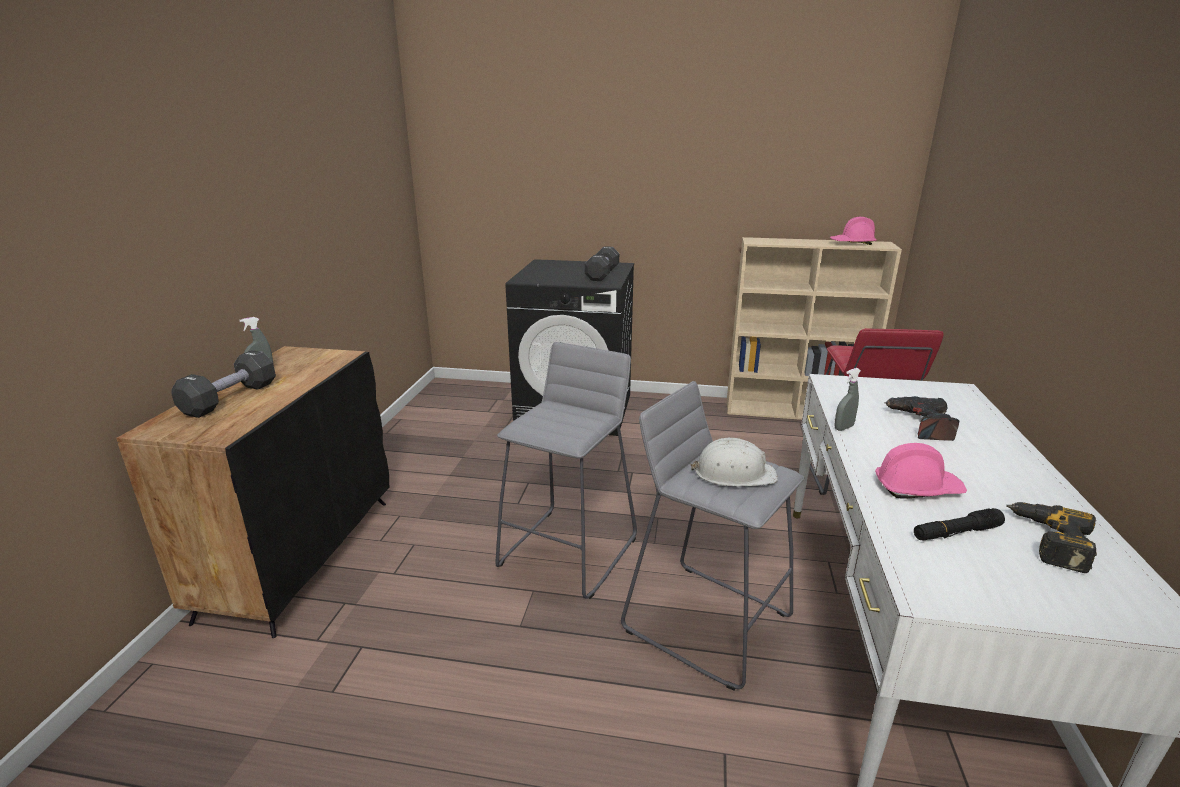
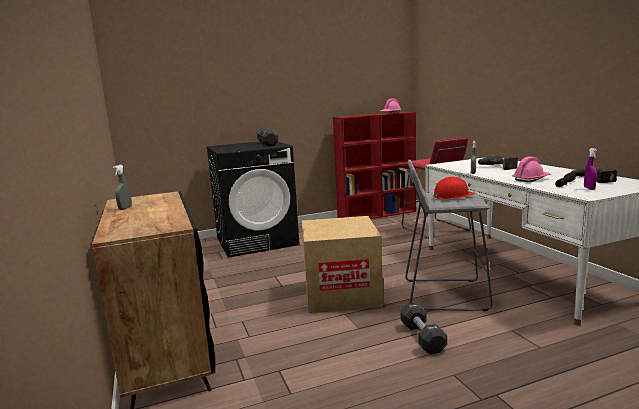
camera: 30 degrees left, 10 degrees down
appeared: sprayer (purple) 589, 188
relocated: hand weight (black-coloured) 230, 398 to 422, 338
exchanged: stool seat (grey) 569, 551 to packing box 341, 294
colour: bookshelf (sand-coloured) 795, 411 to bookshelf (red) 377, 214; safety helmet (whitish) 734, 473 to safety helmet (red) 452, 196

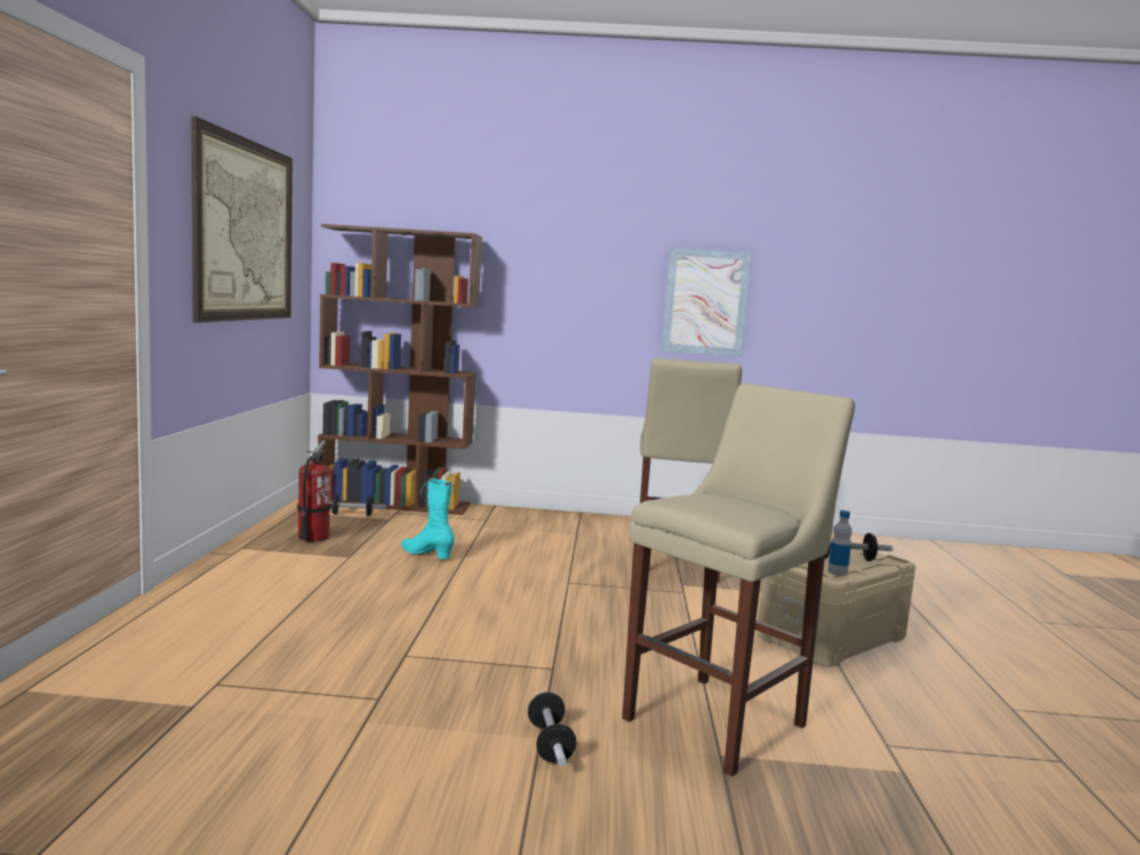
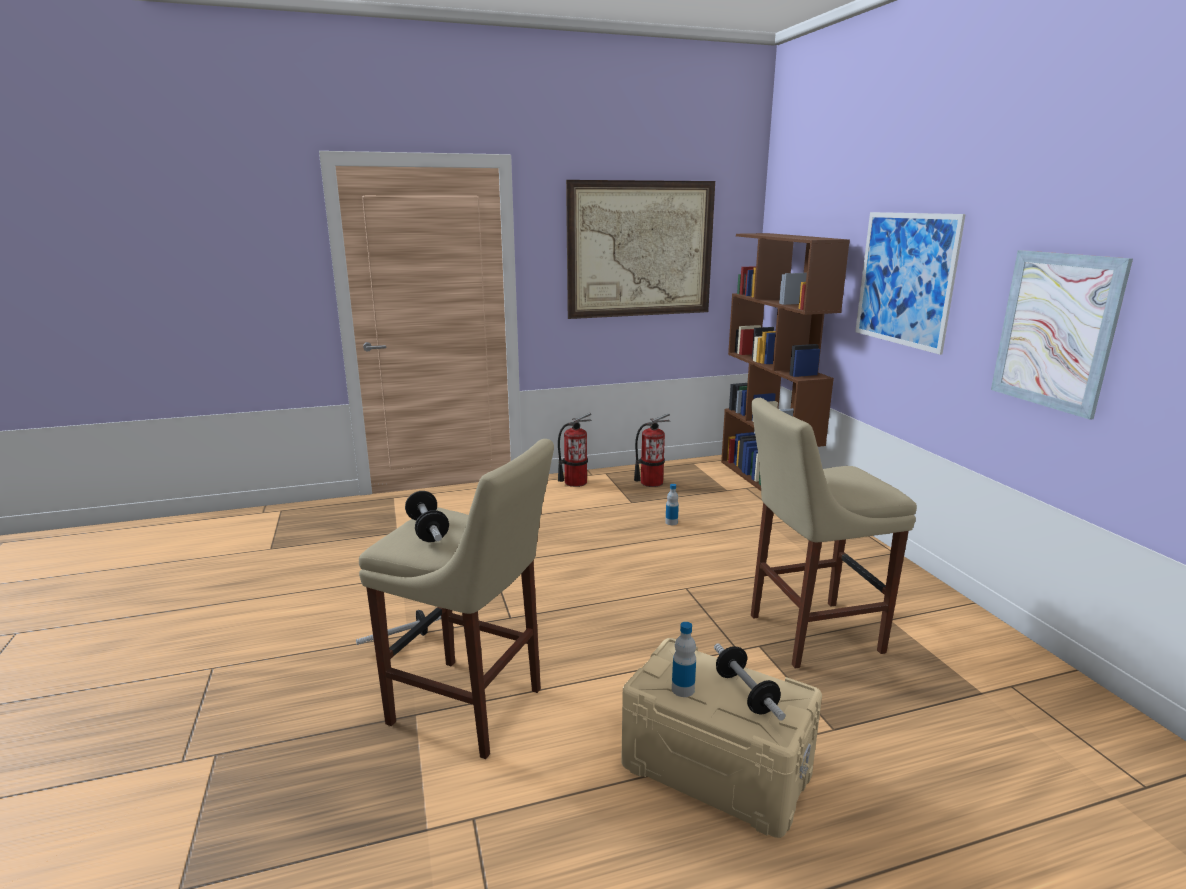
camera: 70 degrees right, 10 degrees up
appeared: extinguisher 575, 482; wall picture 905, 279
relocated: hand weight 352, 515 to 427, 530
exchanged: high-top boot (blue-green) 427, 554 to bottle 671, 522

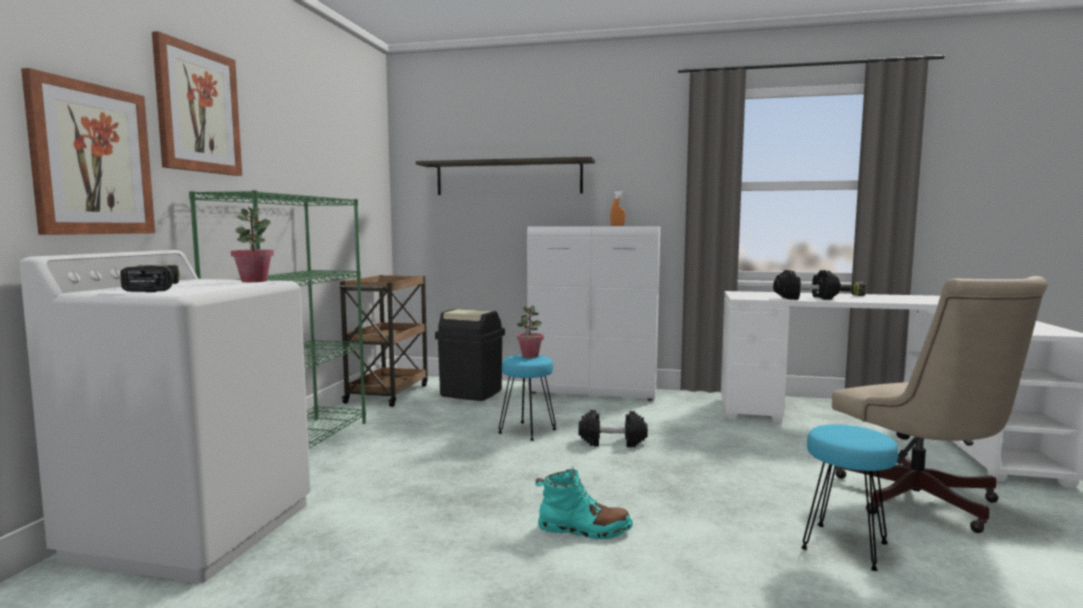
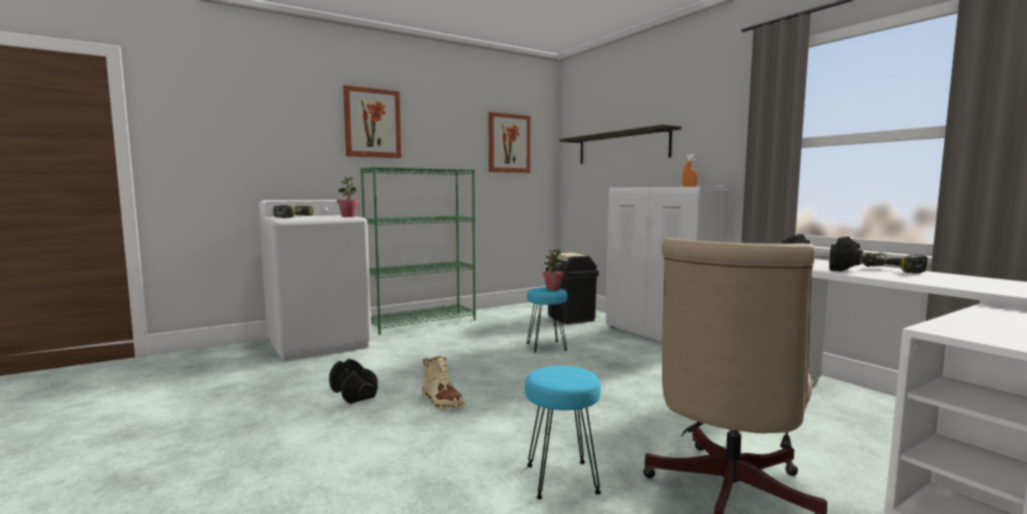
camera: 45 degrees right, 0 degrees up
missing: cart (brown-coloured) 388, 393
relocated: hand weight (black-coloured) 612, 441 to 354, 393; wall picture 92, 160 to 509, 143
colour: high-top boot (blue-green) 584, 529 to high-top boot (sand-coloured) 441, 401

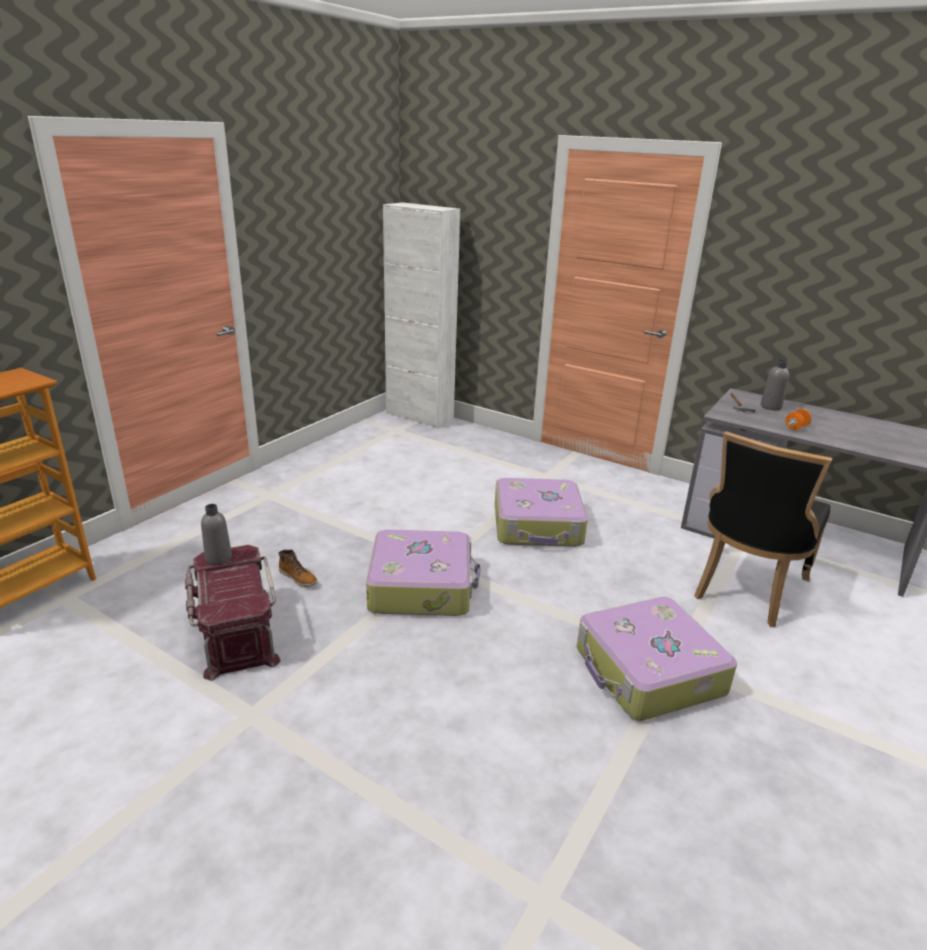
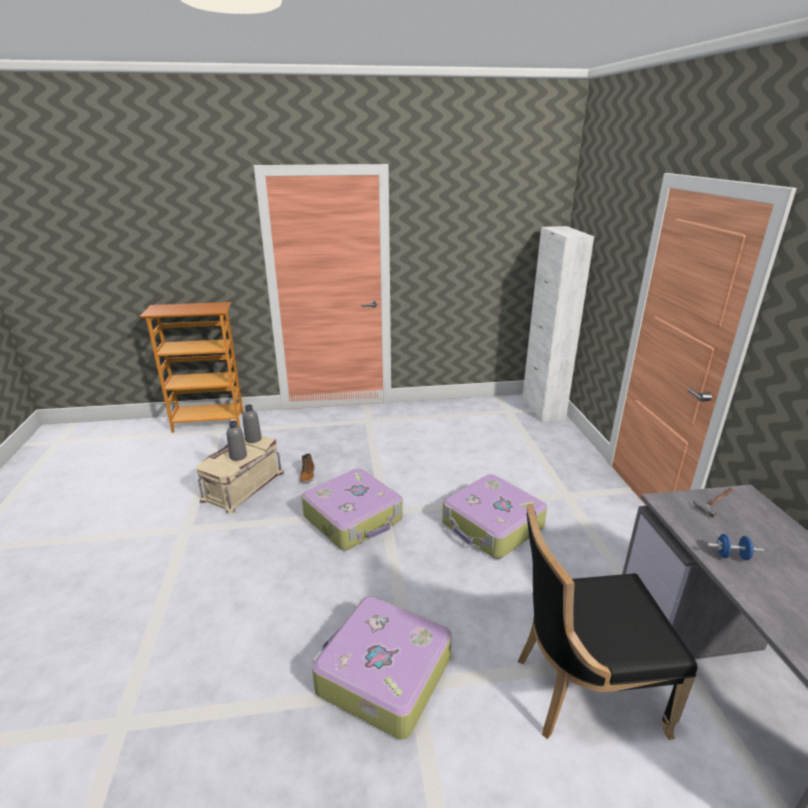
camera: 50 degrees right, 0 degrees up
relocated: bottle (grey) 770, 407 to 238, 456
colour: storage box (red) 235, 631 to storage box (sand-coloured) 242, 485; hand weight (orange) 796, 427 to hand weight (blue-coloured) 731, 556

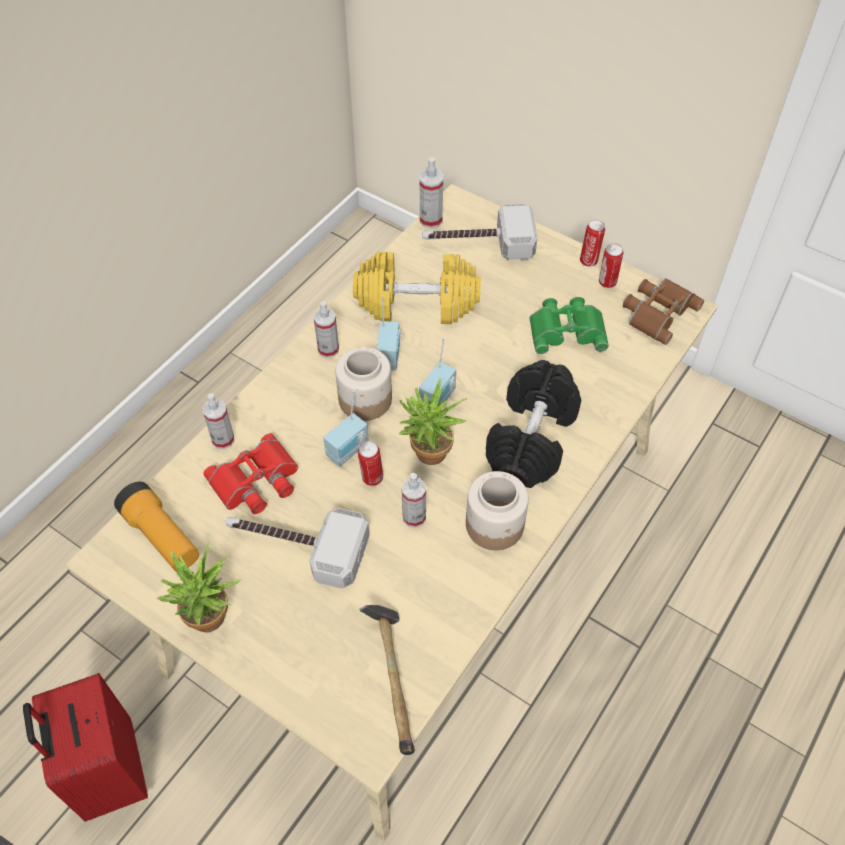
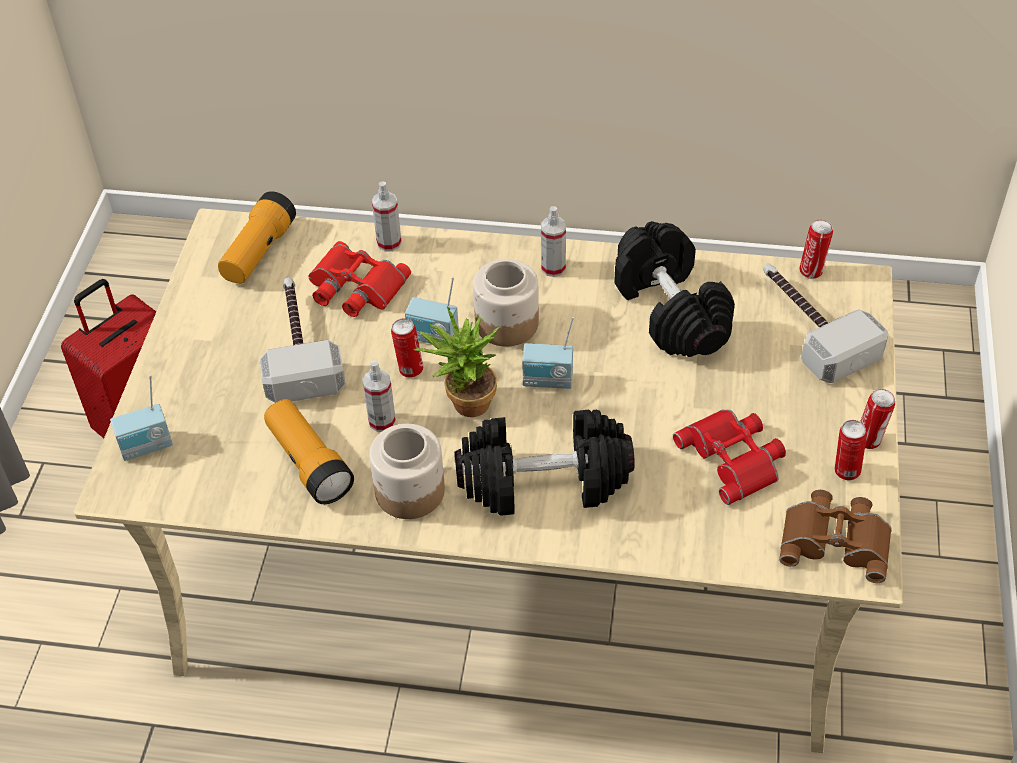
camera: 65 degrees right, 5 degrees down
missing: houseplant 212, 622; hand hammer 393, 679
appeared: torch 309, 463
relocated: radio 390, 356 to 147, 447
exchanged: sprayer 431, 220 to can 812, 271
colour: hand weight (yellowish) 416, 304 to hand weight (black-coloured) 670, 311; pair of binoculars (green) 567, 329 to pair of binoculars (red) 734, 458

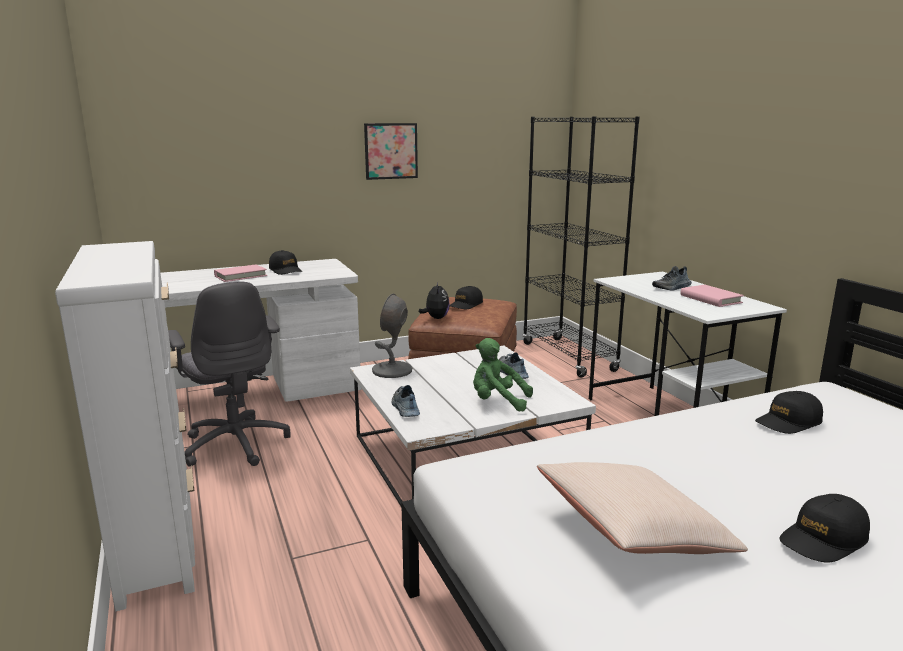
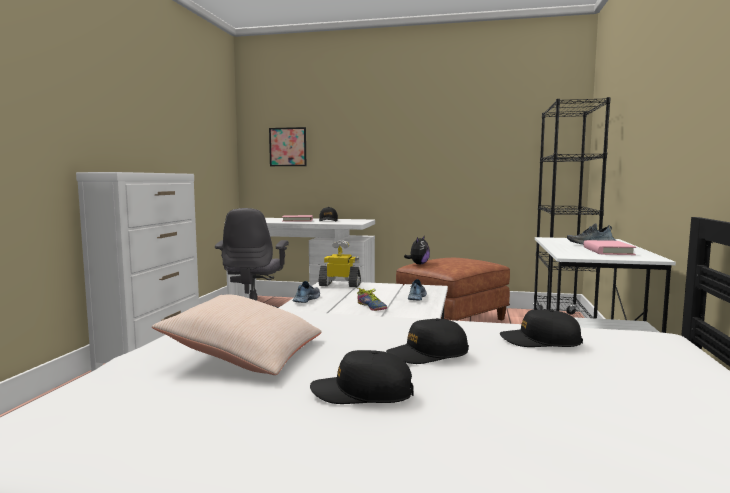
camera: 35 degrees right, 10 degrees down
relocated: wall picture 391, 151 to 288, 147; baseball cap (black-coloured) 466, 305 to 428, 354
exchanged: table lamp (grey) 392, 370 to toy robot 340, 285; cuddly toy (green) 497, 402 to shoe 370, 307

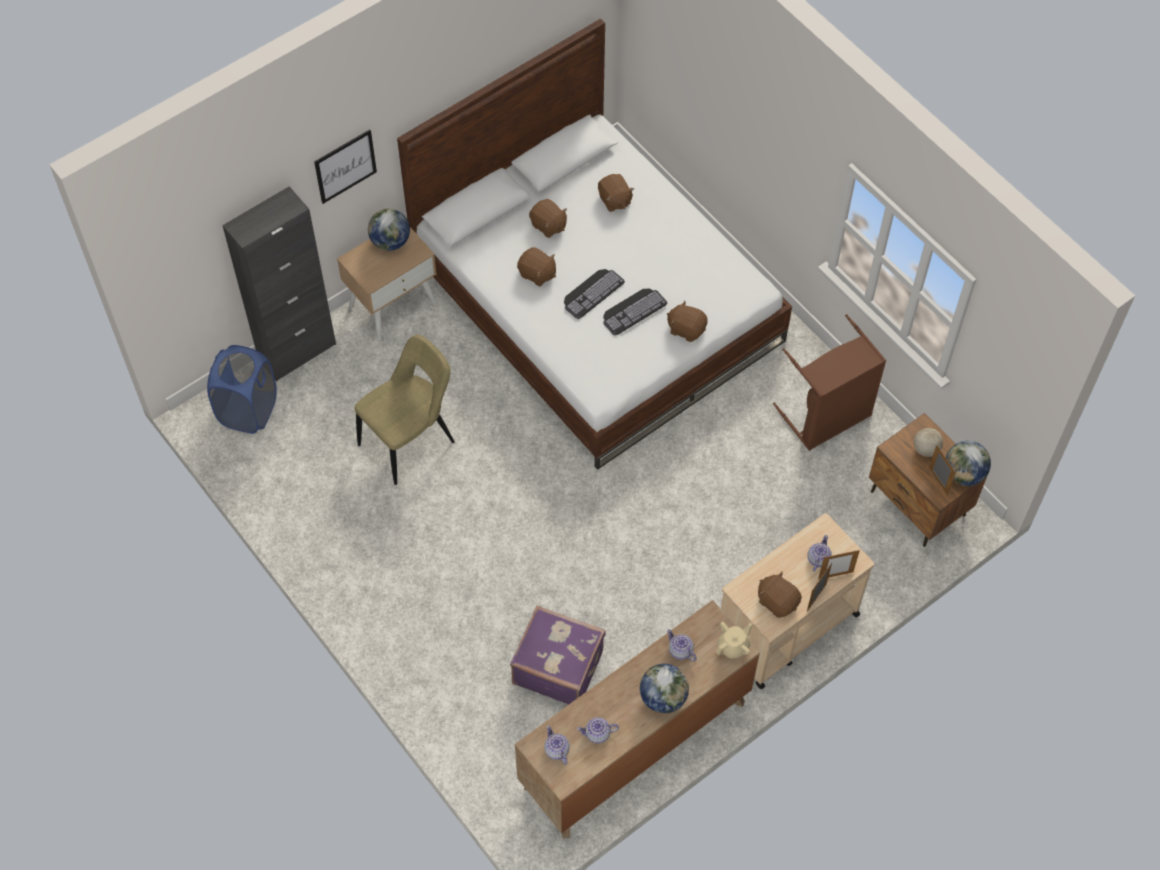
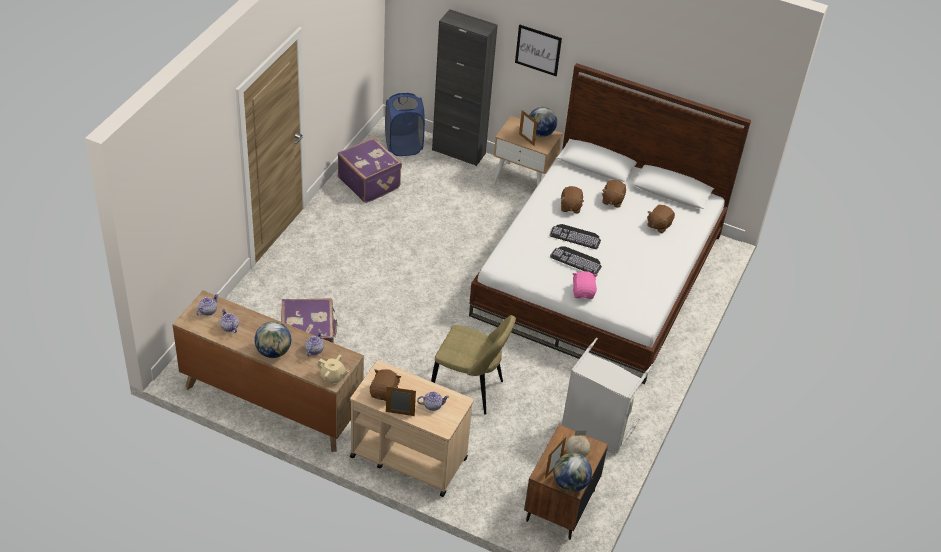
camera: 60 degrees right, 15 degrees down
appeared: piece of luggage (purple) 369, 183
relocated: chair (sand-coloured) 410, 441 to 470, 389; standing frame 835, 575 to 526, 140
colour: washing basket (brown-coloured) 827, 418 to washing basket (grey) 597, 428; cuddly toy (brown-coloured) 686, 329 to cuddly toy (pink-coloured) 583, 292

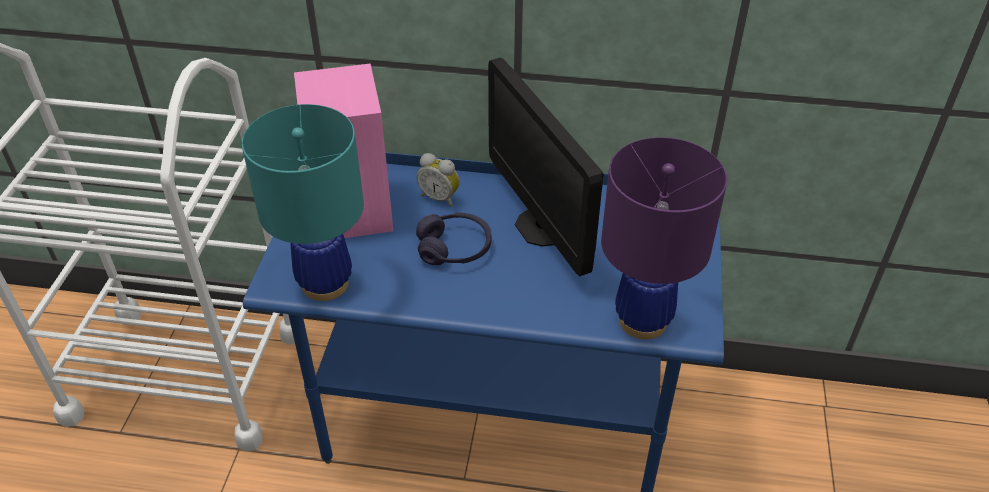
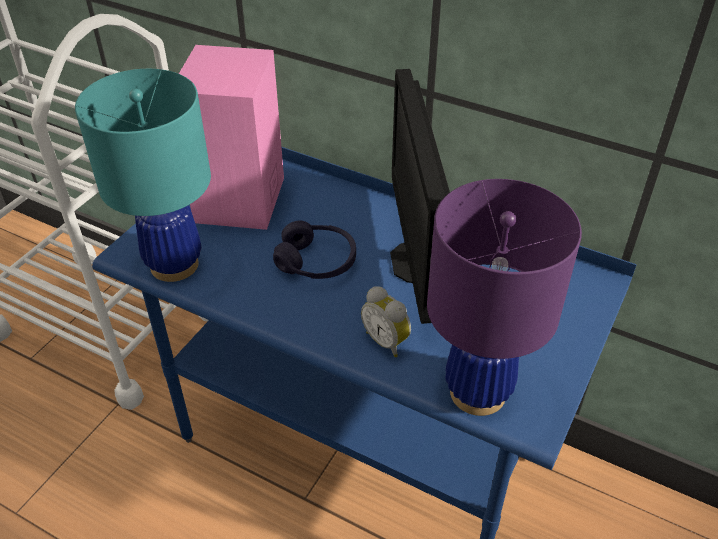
camera: 20 degrees right, 0 degrees up
relocated: table clock 440, 197 to 387, 340

